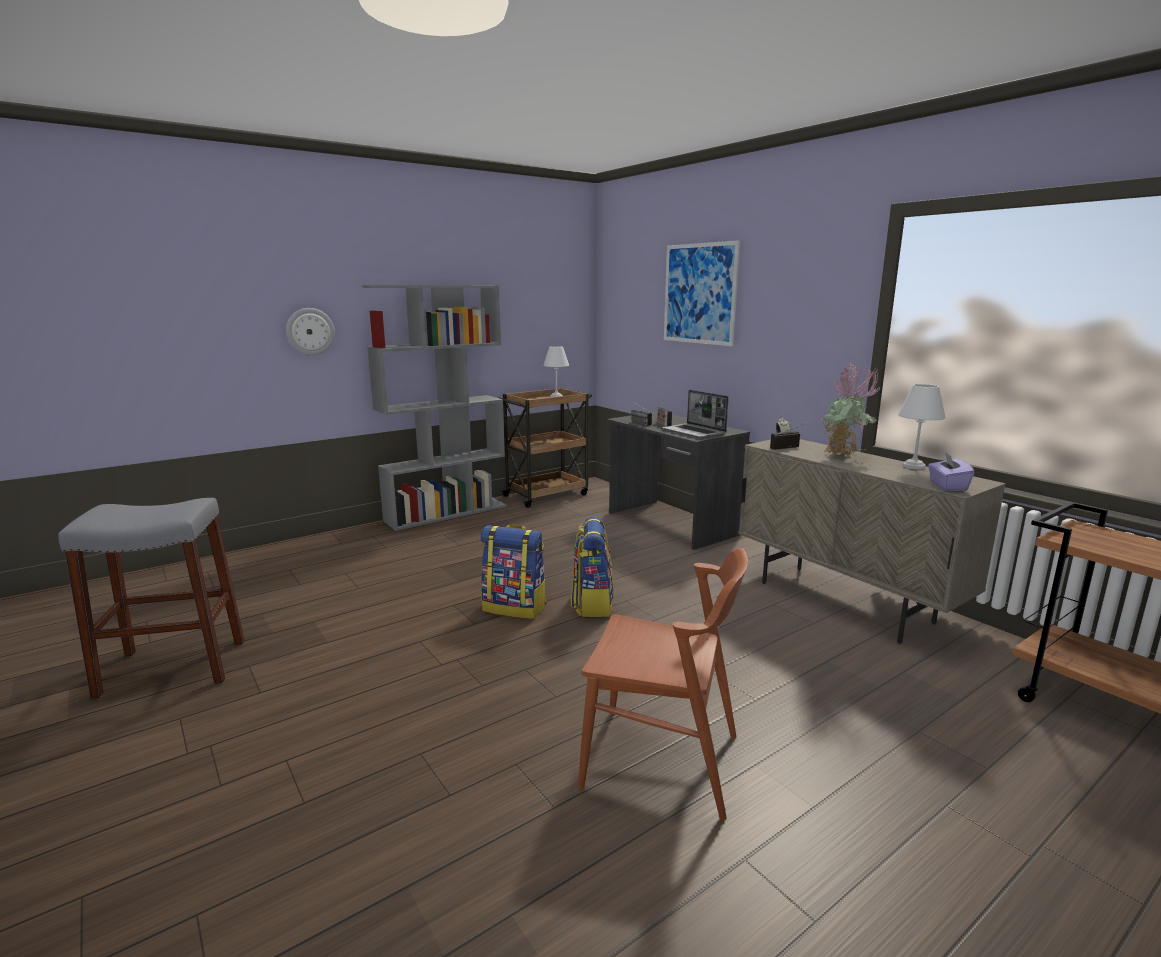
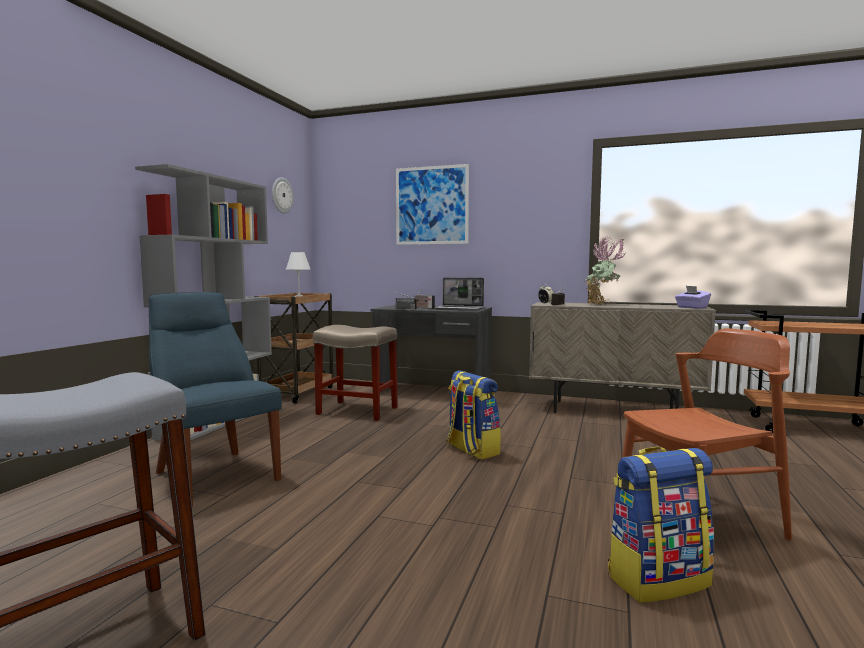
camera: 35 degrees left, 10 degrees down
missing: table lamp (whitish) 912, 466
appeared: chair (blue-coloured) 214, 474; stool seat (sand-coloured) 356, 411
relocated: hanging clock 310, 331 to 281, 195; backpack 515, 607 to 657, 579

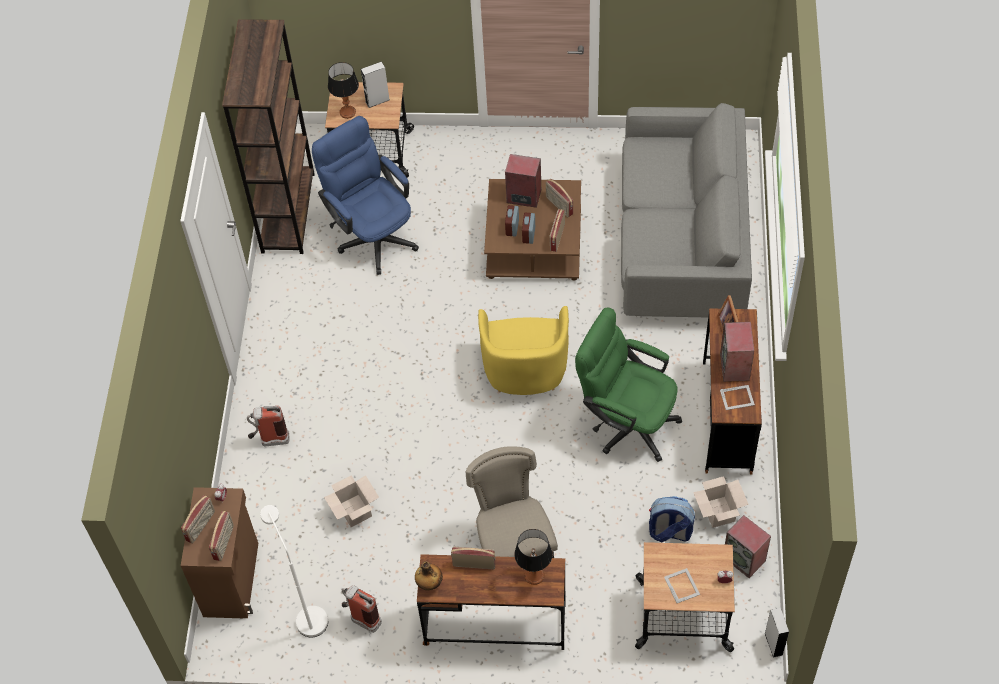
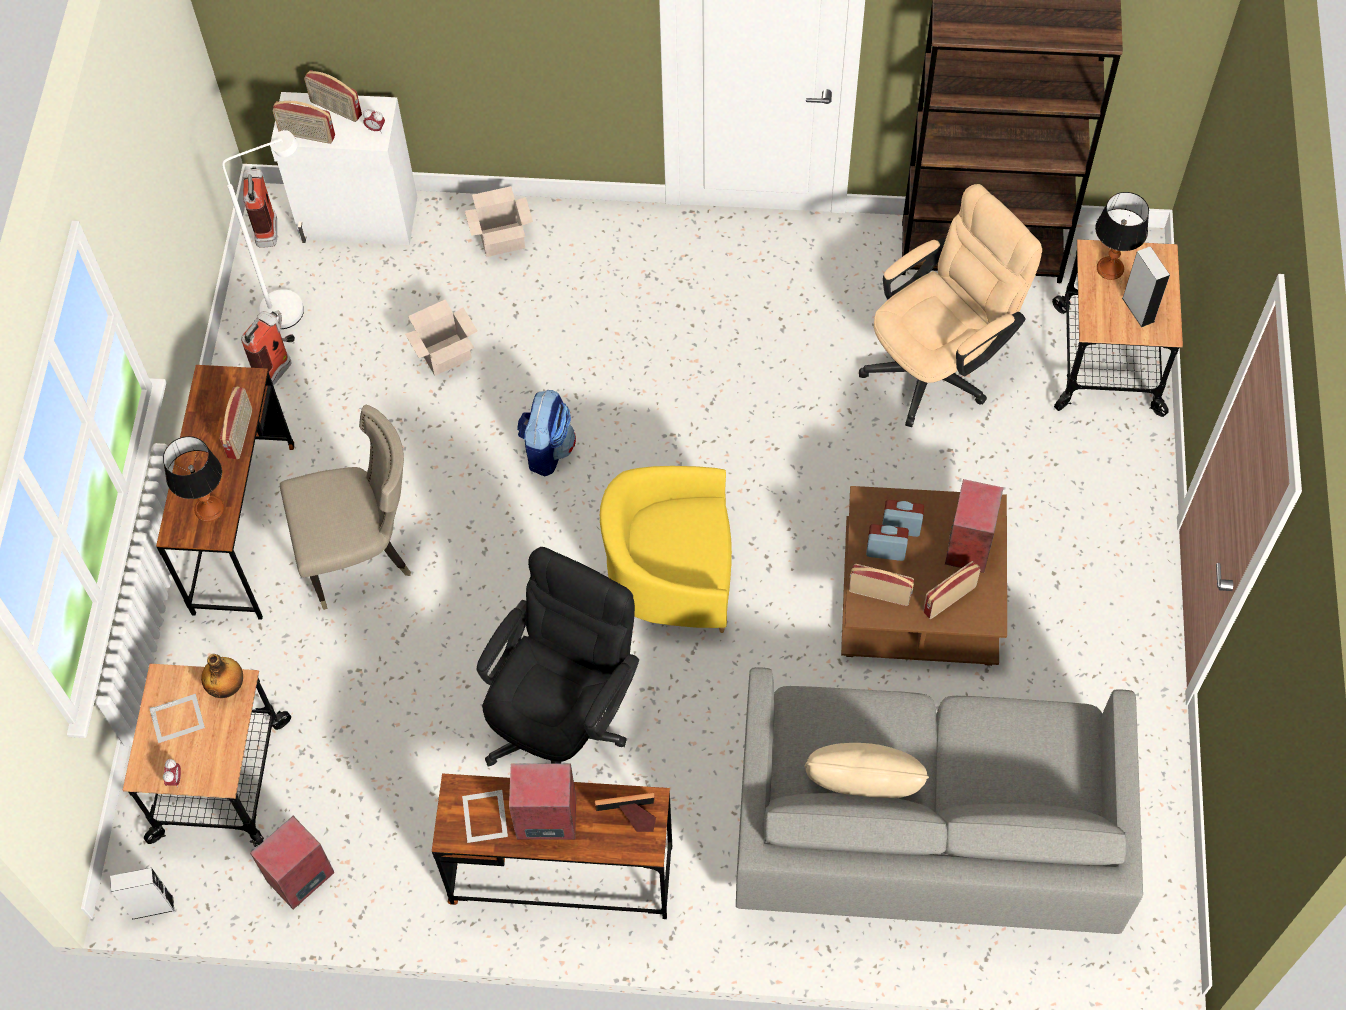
camera: 90 degrees right, 5 degrees up
appeared: throw pillow (sand-coloured) 861, 791
relocated: bottle 429, 583 to 227, 686; extinguisher 270, 441 to 267, 226; packing box 717, 511 to 503, 238; backpack 669, 532 to 547, 449
colour: cabinet (brown-coloured) 232, 579 to cabinet (whitish) 359, 220; desk chair (green) 626, 422 to desk chair (black-coloured) 563, 719; desk chair (blue-coloured) 372, 235 to desk chair (sand-coloured) 938, 365

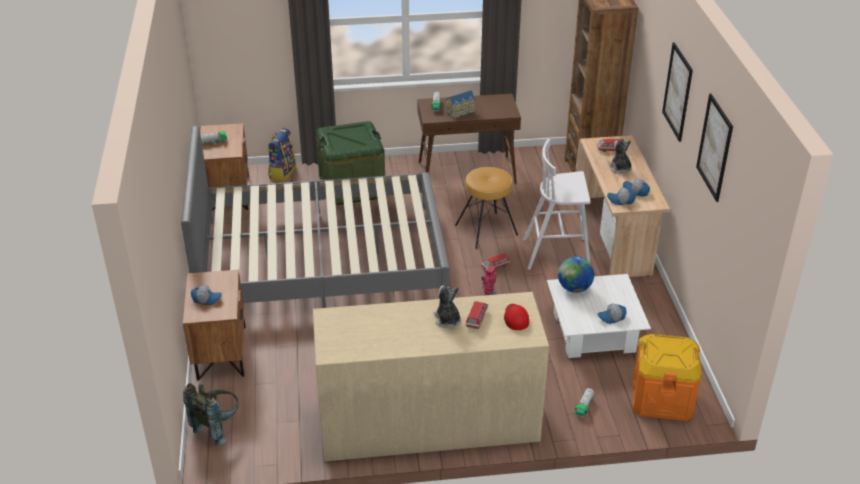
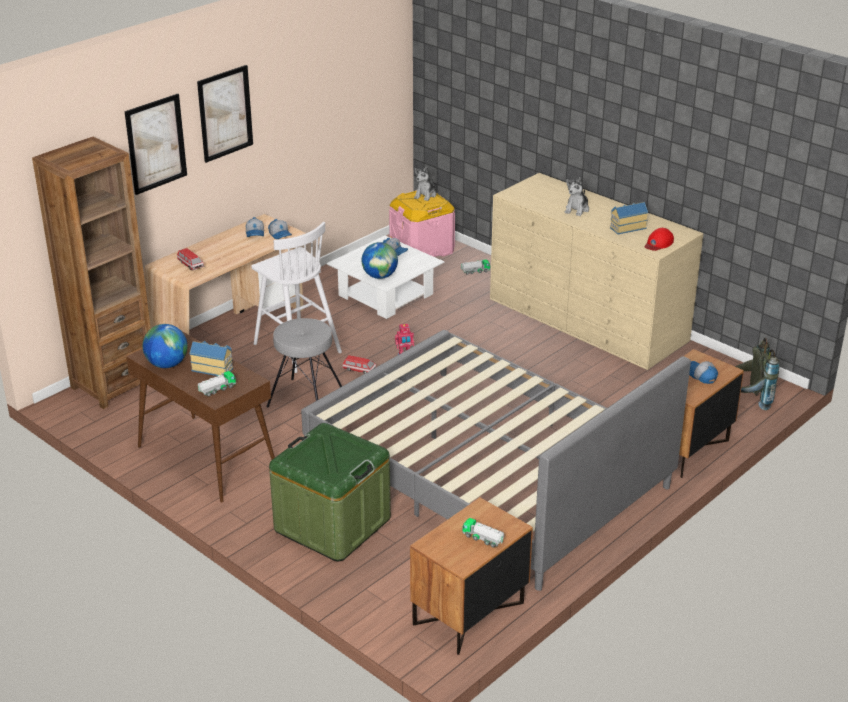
camera: 130 degrees left, 5 degrees down
missing: backpack 282, 172; miniature car 476, 318
appeared: globe 167, 364; toy house 626, 227
relocated: wall picture 714, 147 to 156, 144; cuddly toy 620, 168 to 425, 195; baseball cap (red) 515, 318 to 658, 243
colour: stool seat (brown-coloured) 486, 230 to stool seat (grey) 306, 398; storage box (orange) 662, 398 to storage box (pink-coloured) 422, 249

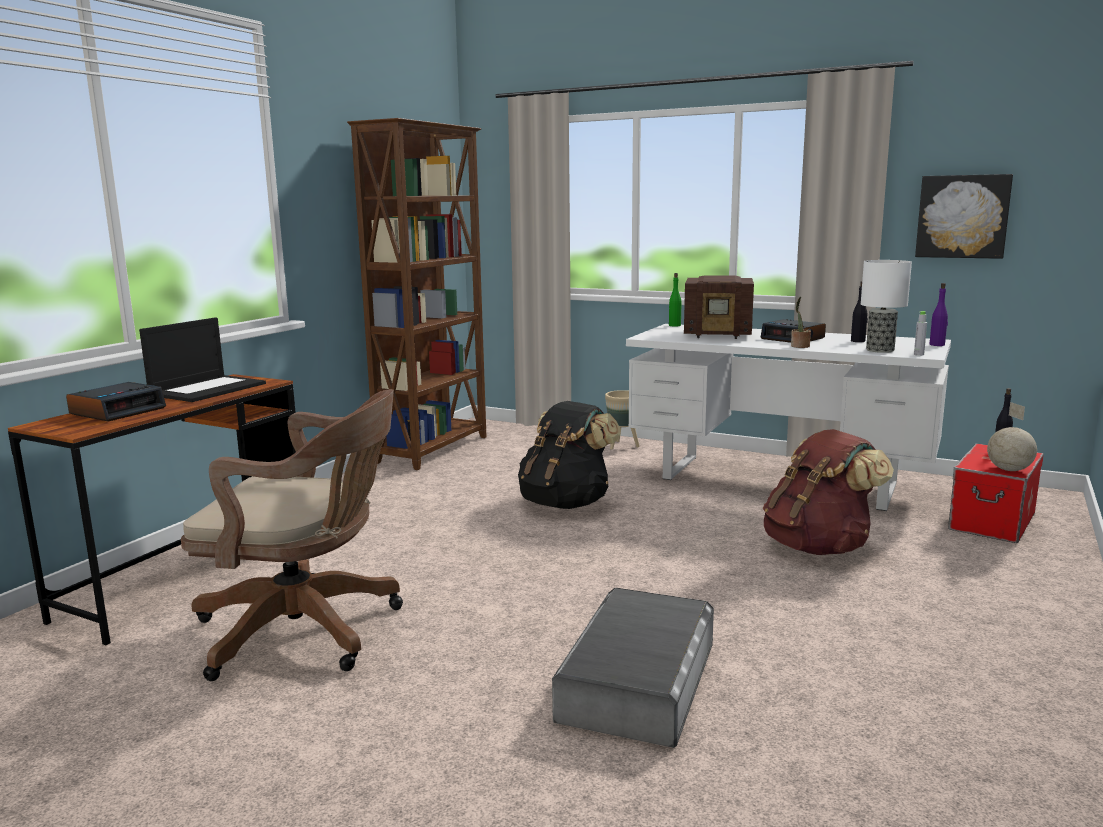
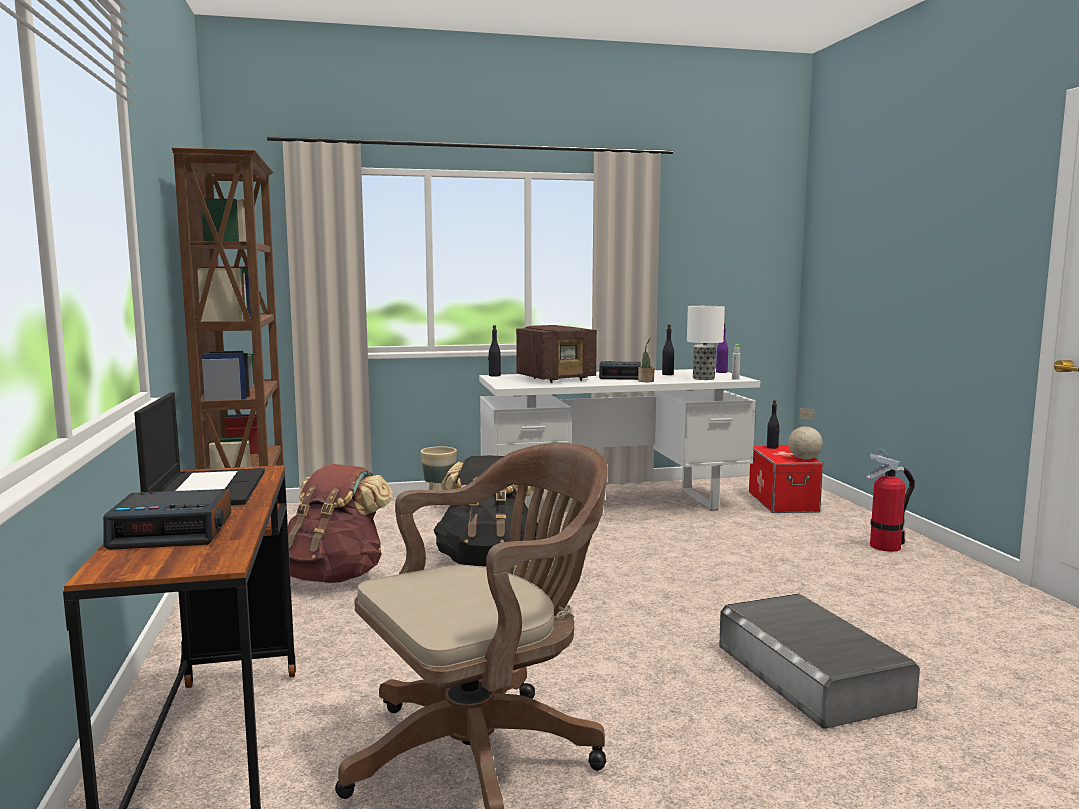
camera: 40 degrees left, 5 degrees down
missing: wall picture 962, 216
appeared: extinguisher 885, 546
relocated: backpack (brown-coloured) 818, 547 to 335, 576
colour: bottle (green) 674, 325 to bottle (black-coloured) 494, 375
spun: table clock 118, 411 = 173, 531 90 degrees clockwise

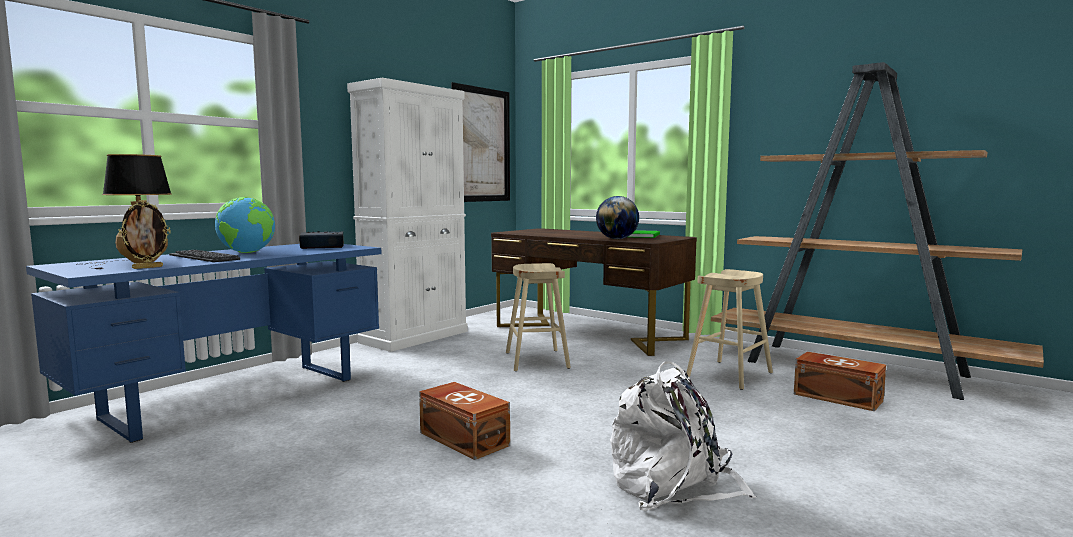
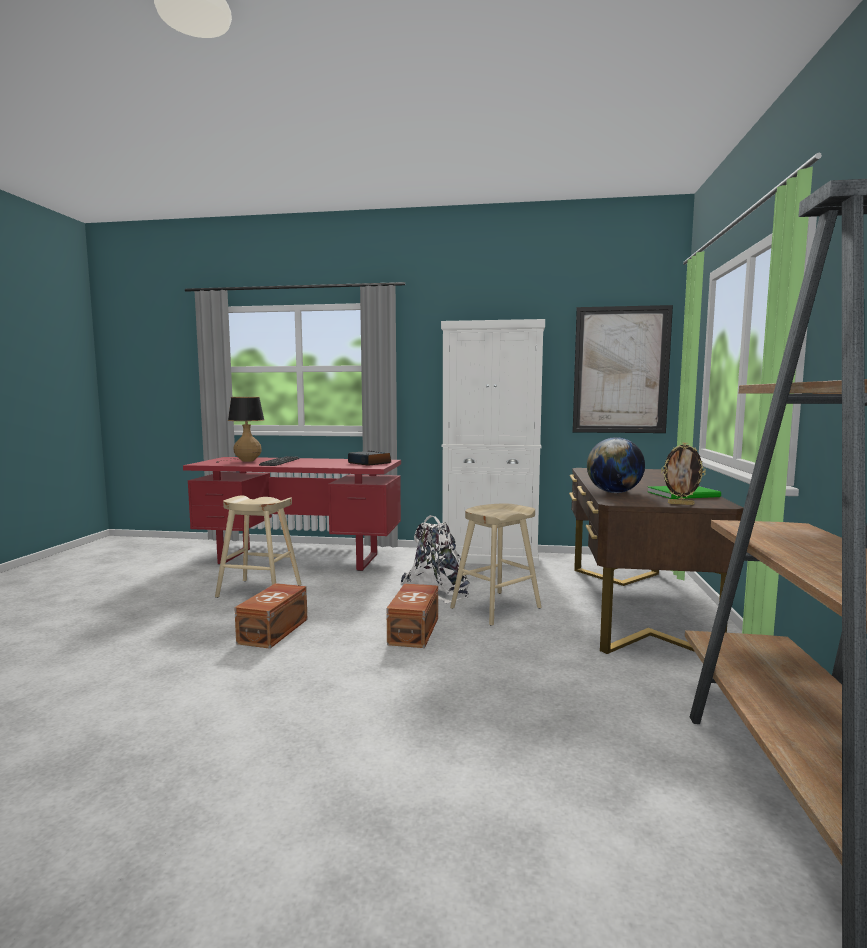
camera: 60 degrees right, 0 degrees up
missing: globe 247, 252
relocated: stool seat (sand-coloured) 729, 374 to 260, 591; storage box (brown-coloured) 836, 397 to 415, 630; backpack (whitish) 673, 485 to 439, 589; standing frame 147, 267 to 681, 504
colour: desk (blue-coloured) 235, 397 to desk (red) 300, 559

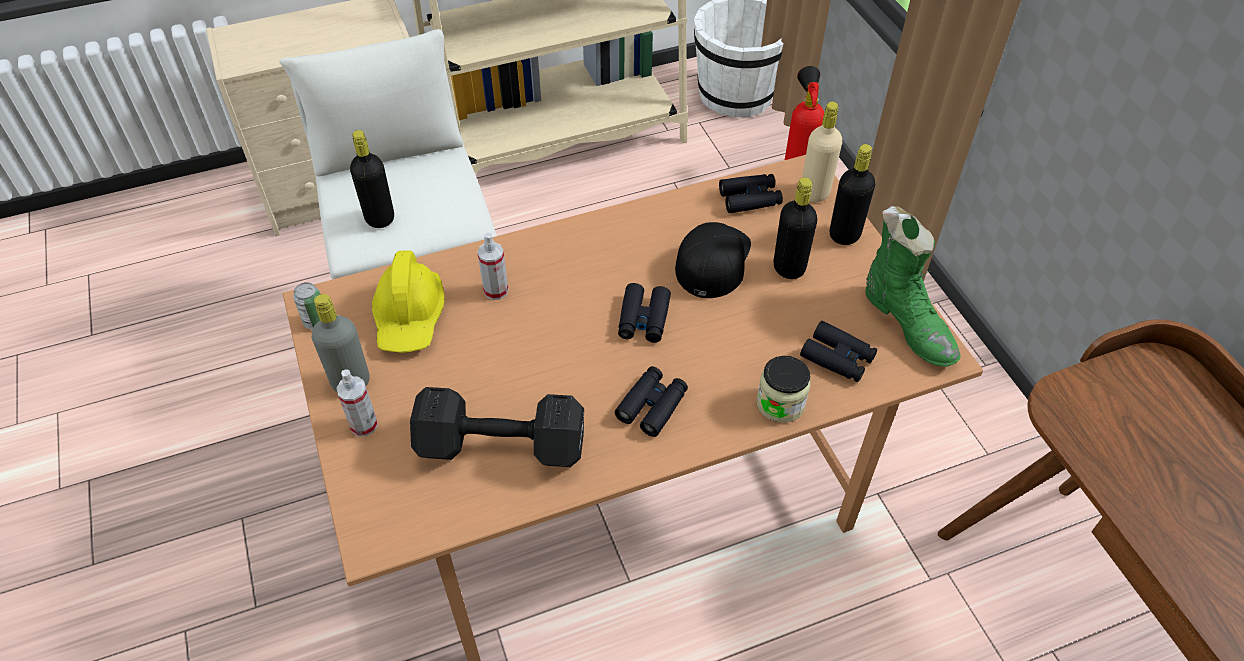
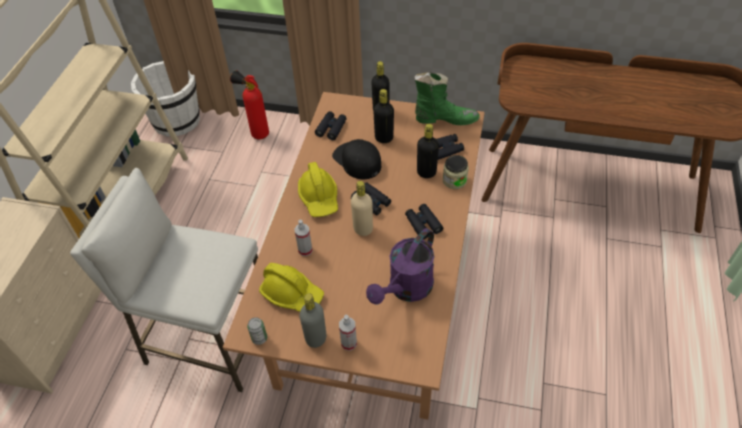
camera: 55 degrees left, 0 degrees up
appeared: safety helmet (yellowish) 319, 198
relocated: bottle (sand-coloured) 815, 192 to 363, 229; bottle (black-coloured) 380, 218 to 426, 172
exchanged: hand weight (black-coloured) 505, 447 to sprinkling can (purple) 406, 289

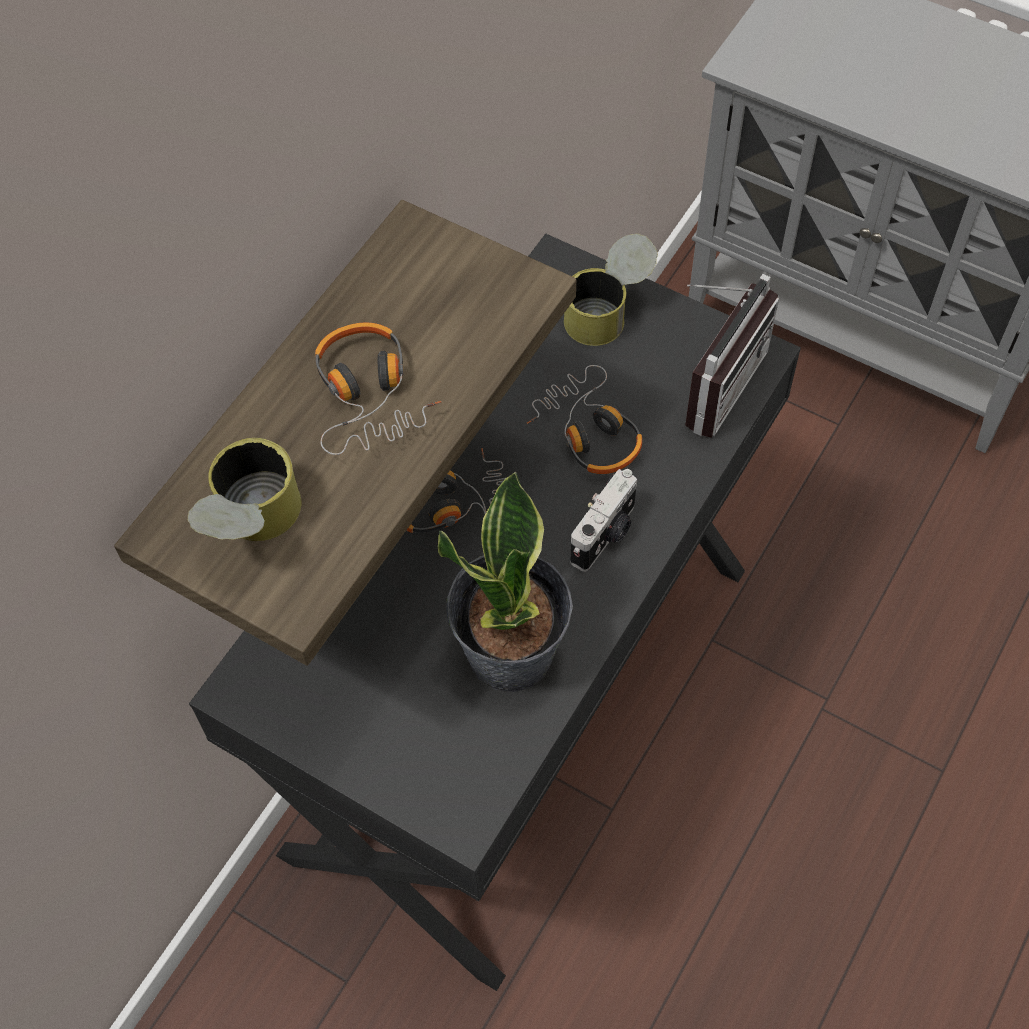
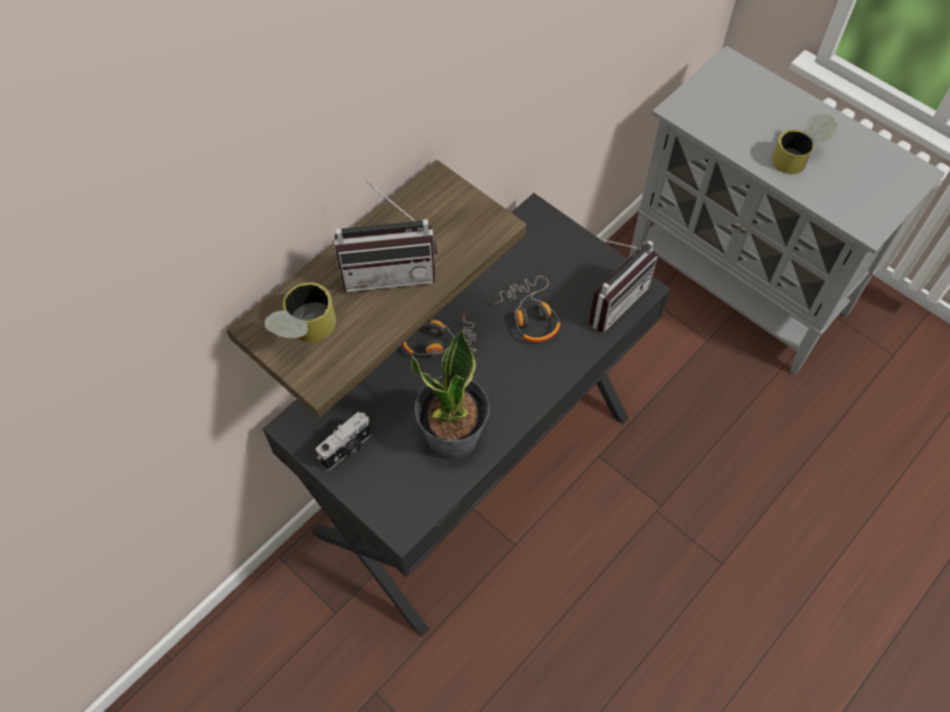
camera: 10 degrees right, 0 degrees up
relocated: still camera 605, 535 to 347, 449; can 608, 312 to 797, 157
exchanged: headphones 369, 396 to radio 389, 270

